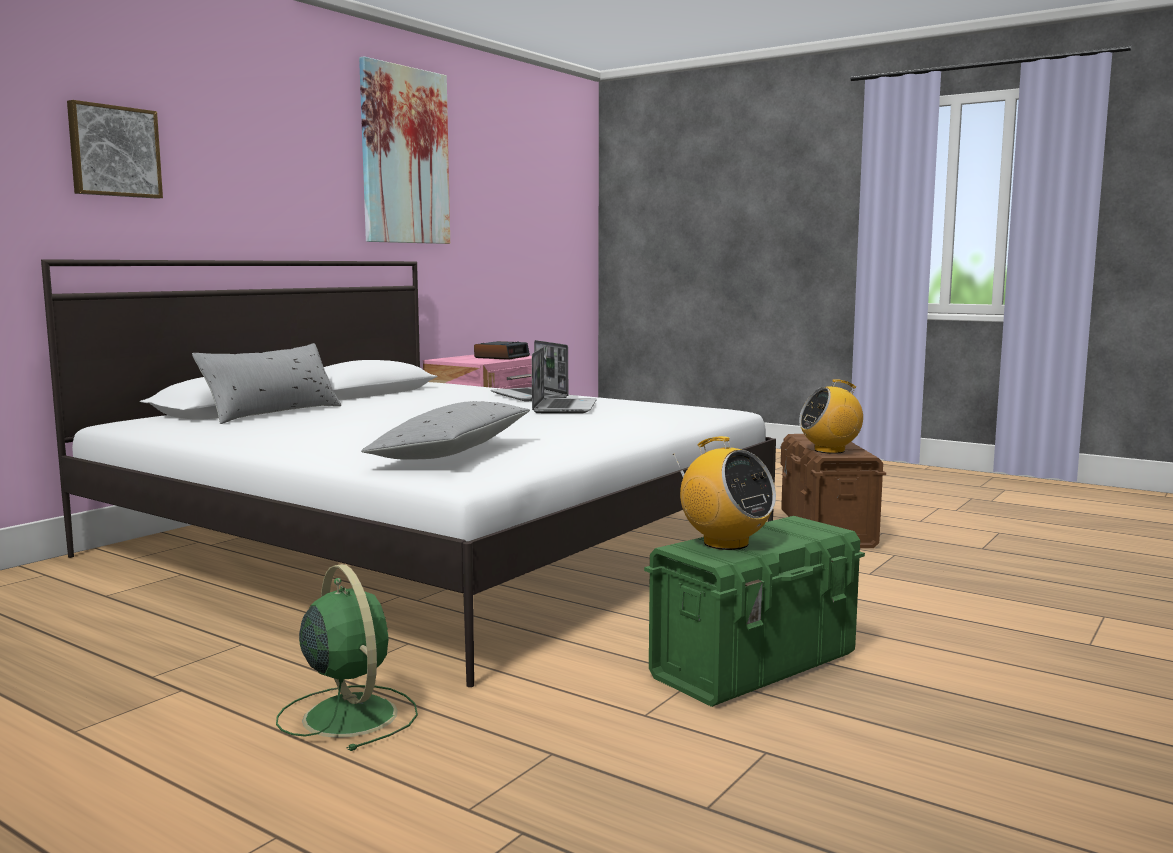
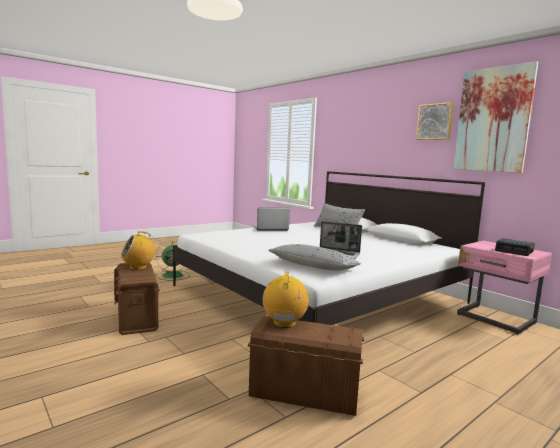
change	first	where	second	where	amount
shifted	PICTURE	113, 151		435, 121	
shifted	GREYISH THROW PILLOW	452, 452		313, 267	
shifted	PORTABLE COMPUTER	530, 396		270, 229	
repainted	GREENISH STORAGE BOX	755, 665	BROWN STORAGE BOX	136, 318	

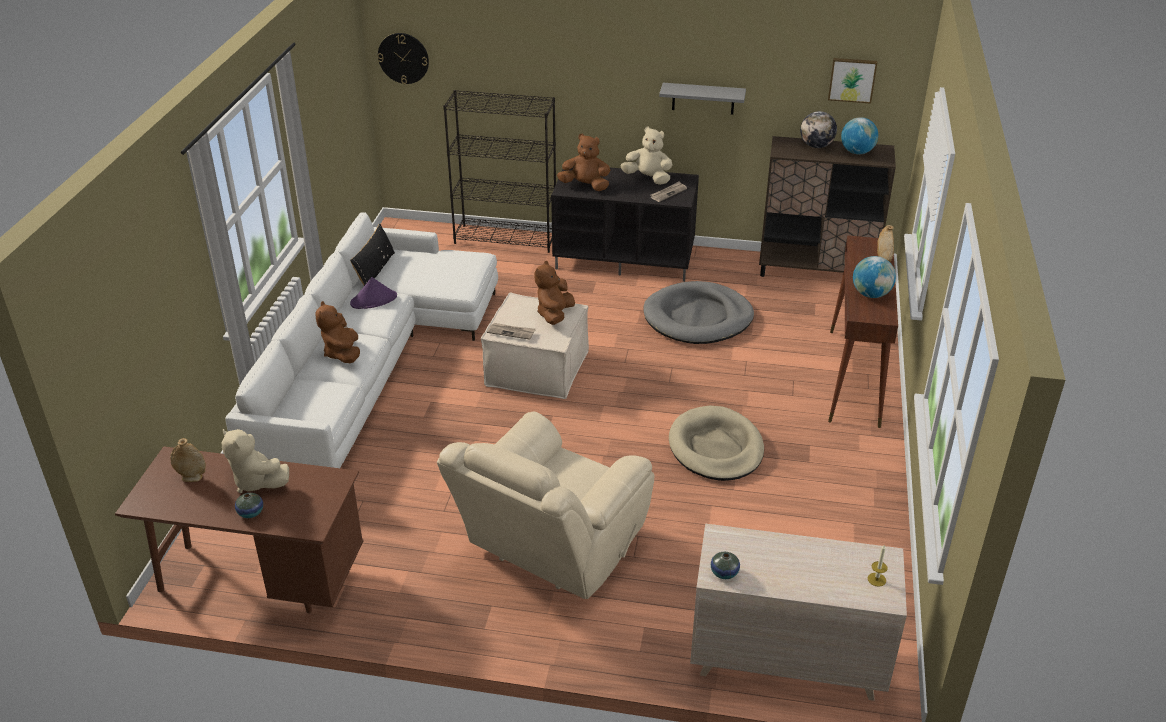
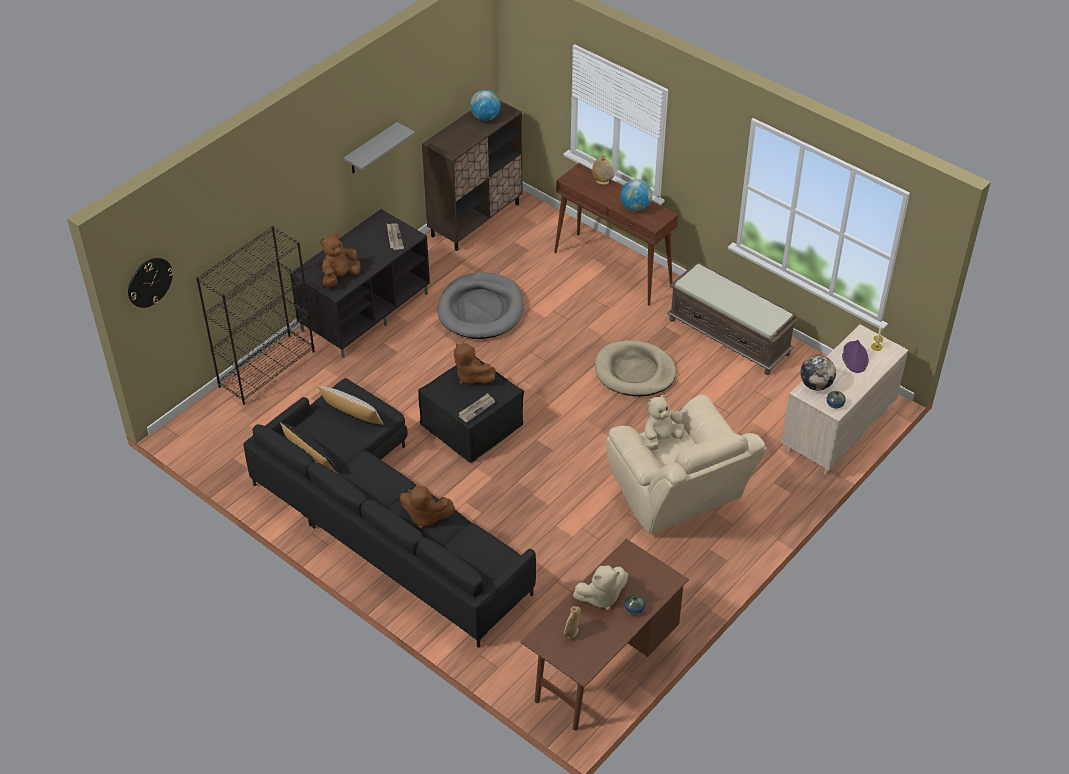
change	first	where	second	where	amount
repainted	WHITE-COLOURED COUCH	371, 364	BLACKISH COUCH	385, 521	
shifted	PURPLISH CLOTHING HAT	374, 300		854, 357	
repainted	BEIGE FOOTREST	537, 368	BLACKISH FOOTREST	471, 424	
shifted	BEIGE PLUSH TOY	648, 178		660, 439	
shifted	WORLD GLOBE	816, 146		815, 385	
gone	PICTURE	852, 79			
new			BEIGE THROW PILLOW	351, 415	
new			BROWN BENCH	730, 336	

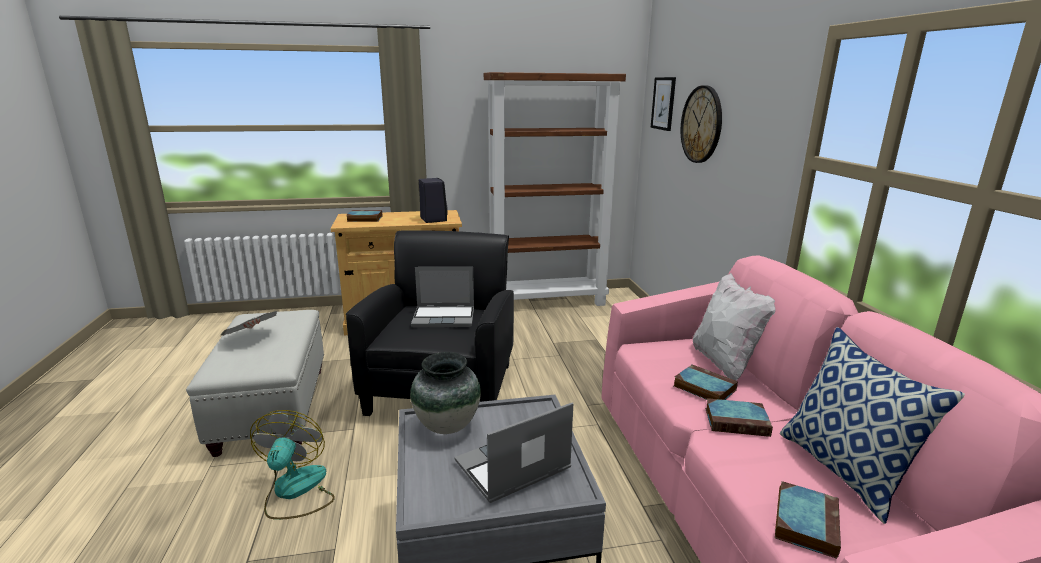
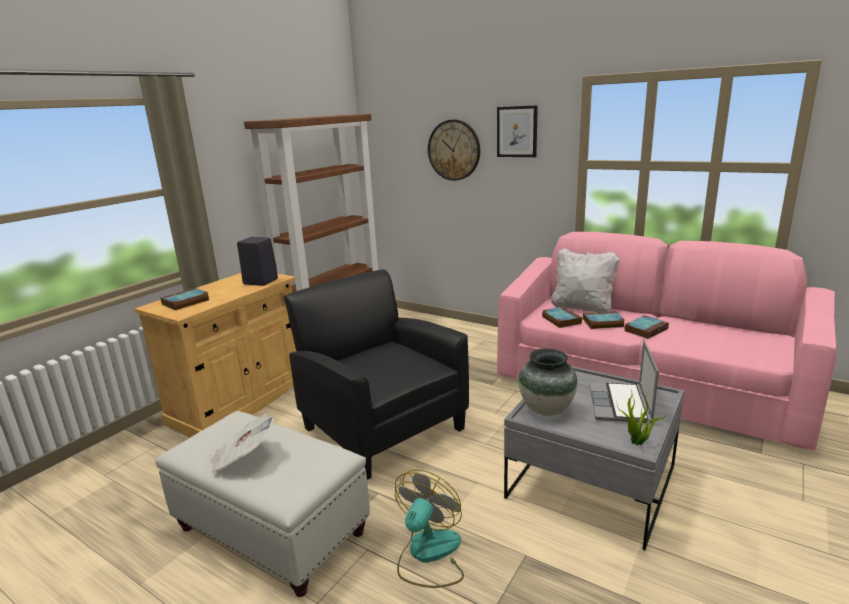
change	first	where	second	where	amount
rotated	FAN	295, 491		428, 555	75 degrees clockwise
gone	PORTABLE COMPUTER	444, 317			
shifted	PICTURE	663, 103		517, 131	
shifted	BOUND BOOK	805, 522		560, 320	
gone	THROW PILLOW	844, 471			
new			PLANT IN A POT	637, 443	

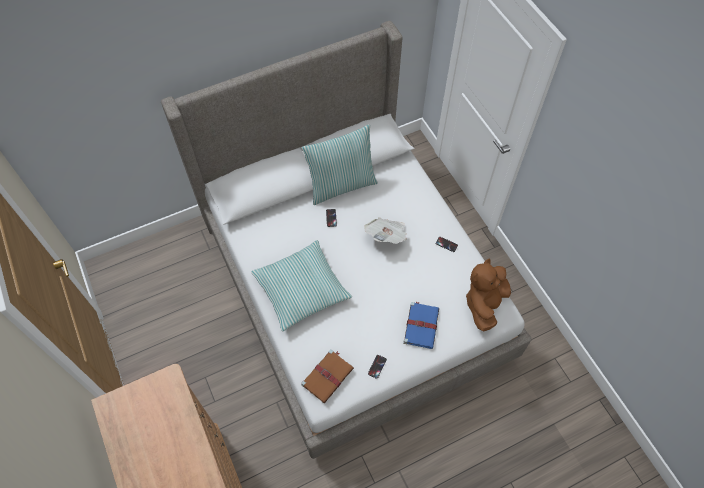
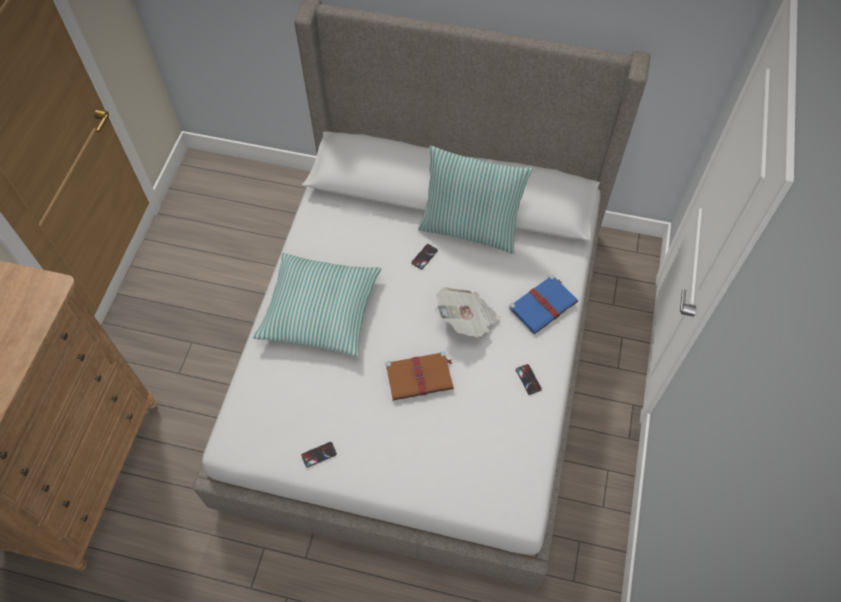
change	first	where	second	where	amount
shifted	BROWN BOUND BOOK	328, 376		420, 377	
shifted	BLUE BOUND BOOK	421, 325		543, 305	
gone	BROWN PLUSH TOY	484, 304			

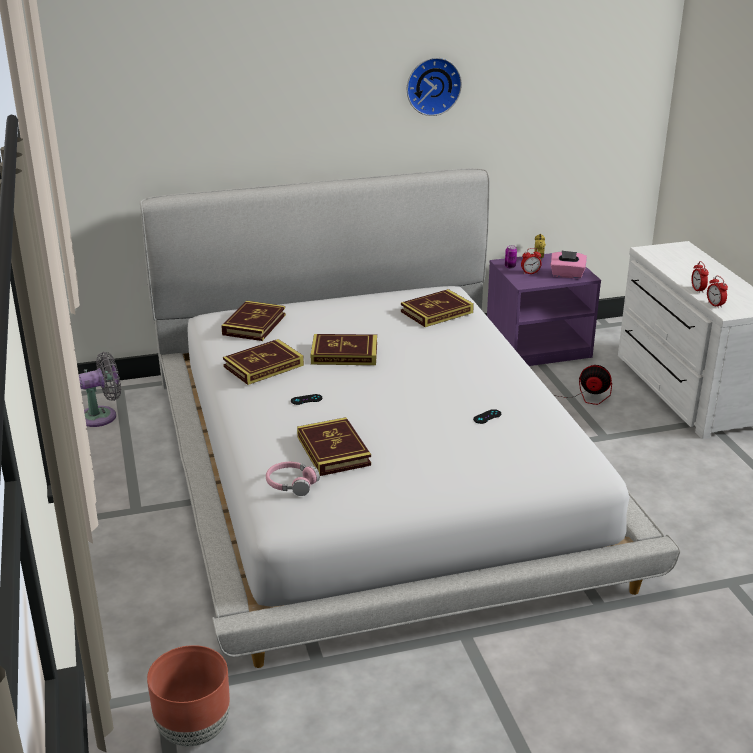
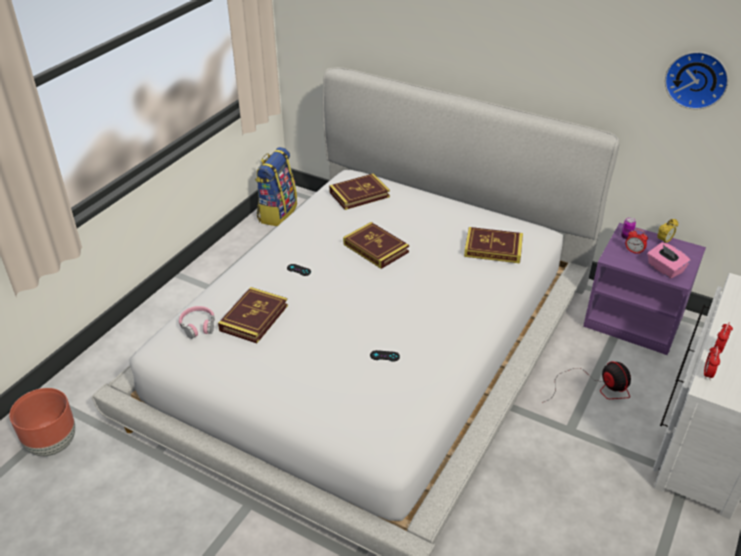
change	first	where	second	where	amount
swapped	GREYISH FAN	102, 416	BACKPACK	277, 213	
gone	BOUND BOOK	263, 366			
shifted	WALL CLOCK	432, 85		697, 79	

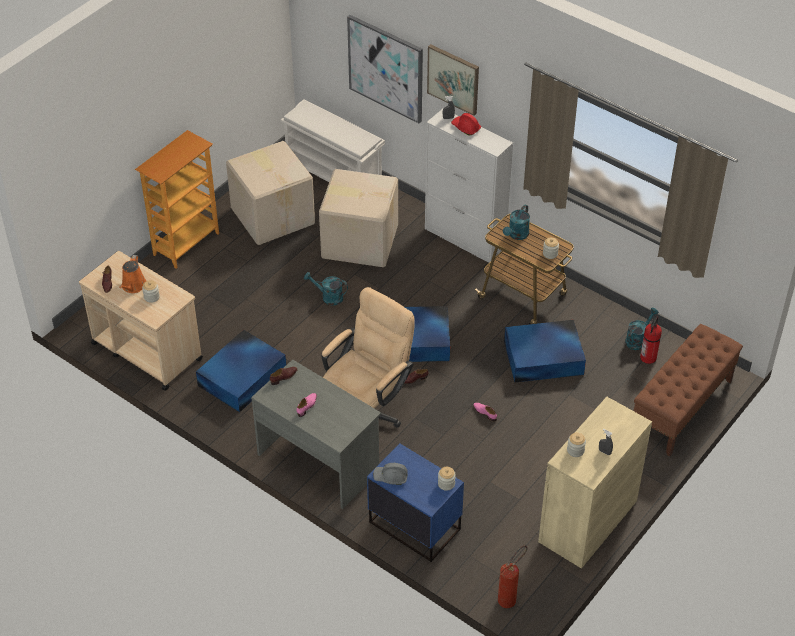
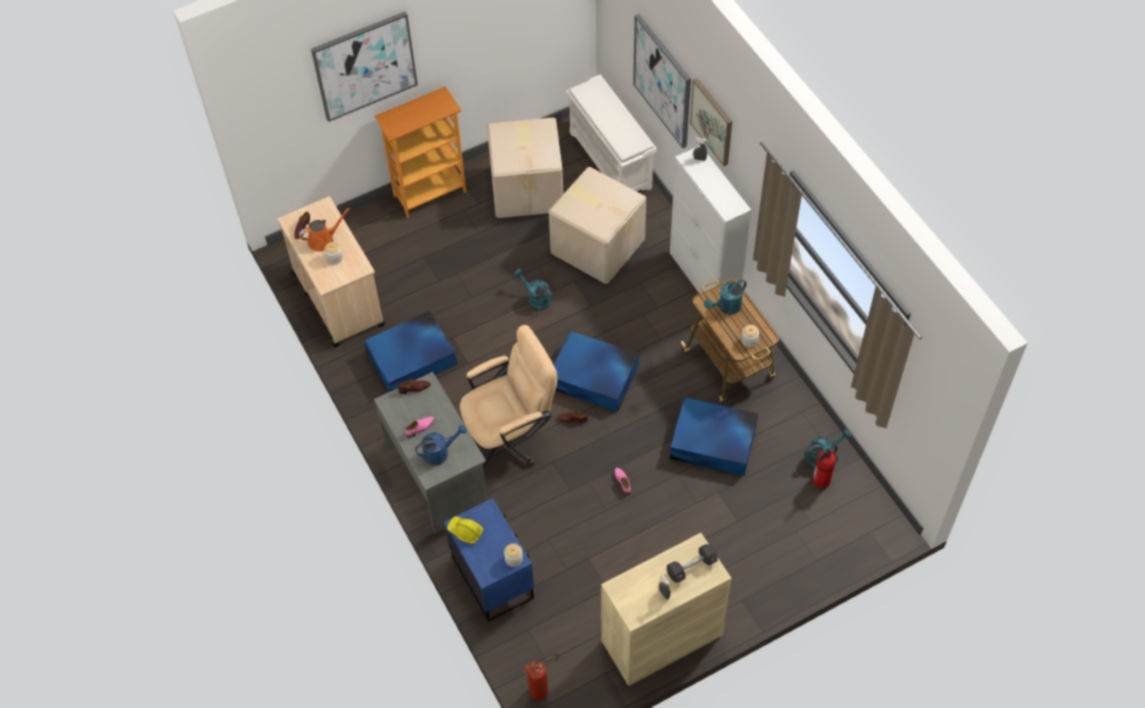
change	first	where	second	where	amount
rotated	ORANGEY WATERING CAN	133, 286		323, 240	150 degrees counterclockwise
repainted	GREYISH SAFETY HELMET	390, 477	YELLOW SAFETY HELMET	465, 531	
gone	RED-COLOURED SAFETY HELMET	465, 128			
gone	PRESERVE JAR	575, 450			
gone	BROWN BENCH	681, 408			
new			PICTURE	365, 66	
new			BLUE WATERING CAN	440, 453	
new			BLACKISH HAND WEIGHT	691, 567	

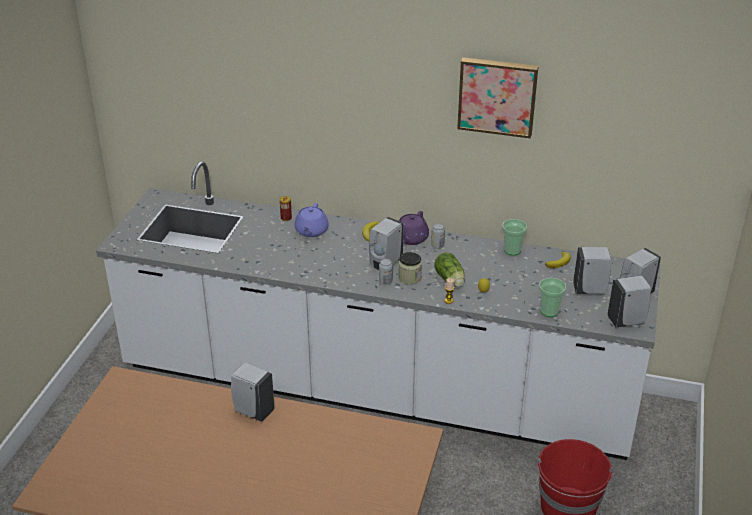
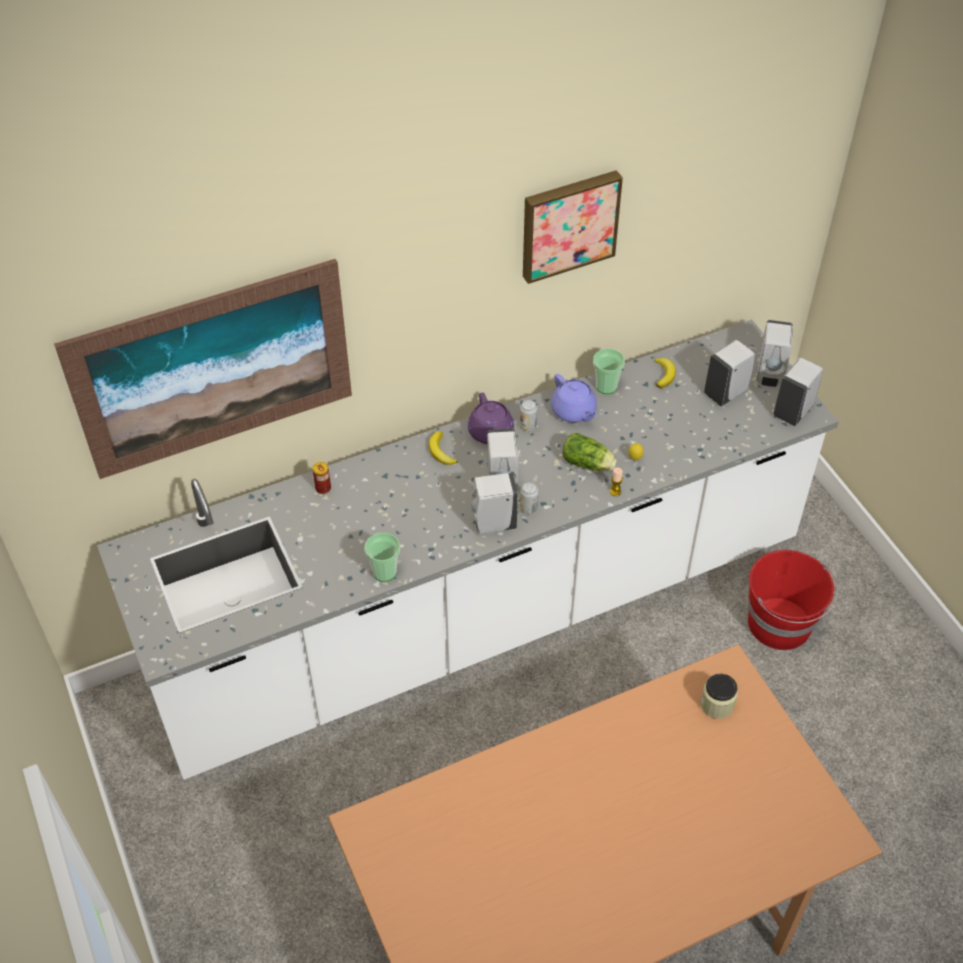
change	first	where	second	where	amount
shifted	WHITE-COLOURED SOAP DISPENSER	253, 411		492, 524	
shifted	PURPLISH TEAPOT	311, 231		574, 411	
shifted	PRESERVE JAR	409, 278		717, 704	
shifted	DRINKING CUP	549, 311		384, 572	
new			PICTURE	213, 369	

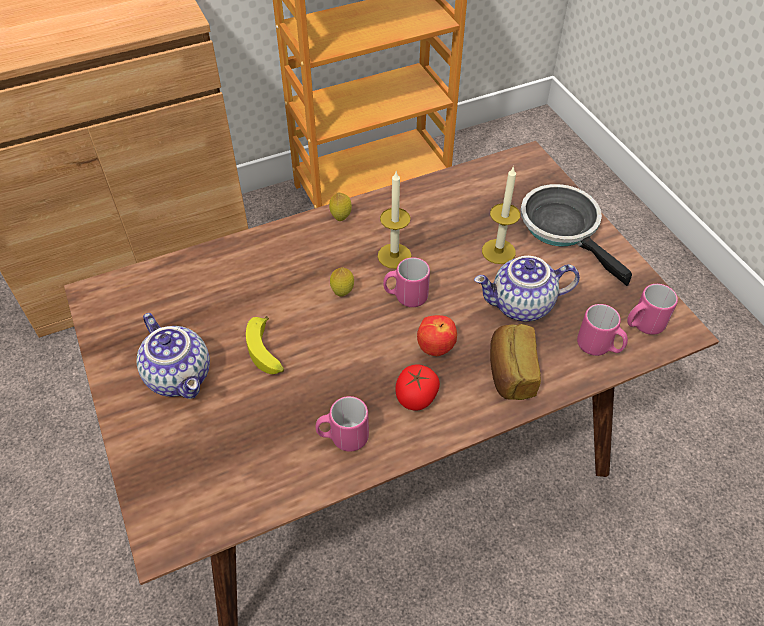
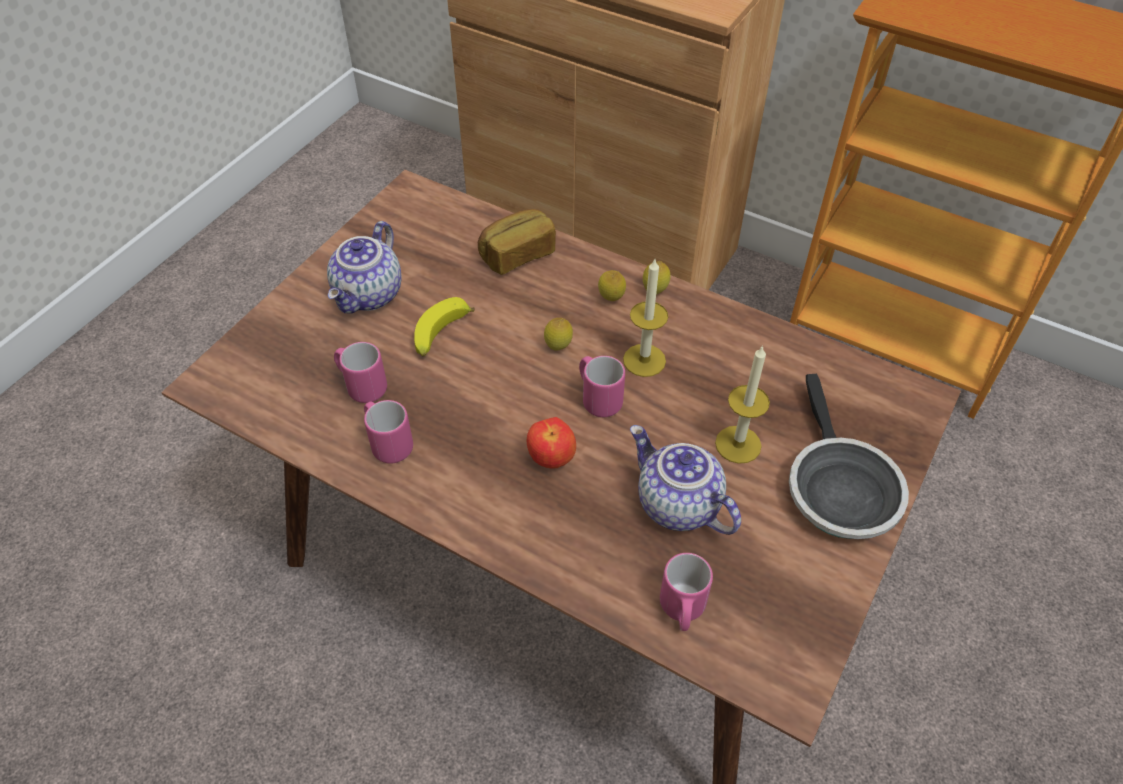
change	first	where	second	where	amount
gone	FRESH TOMATO	416, 397			
shifted	BAKERY BREAD	510, 372		517, 254	
rotated	SKILLET	563, 228		838, 489	150 degrees clockwise
shifted	PINKISH COFFEE MUG	642, 325		362, 386	
new			WHOLE LEMON	611, 299	

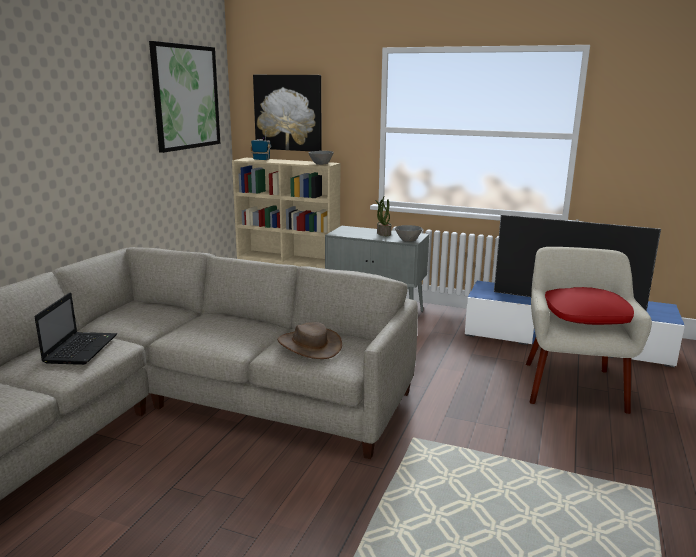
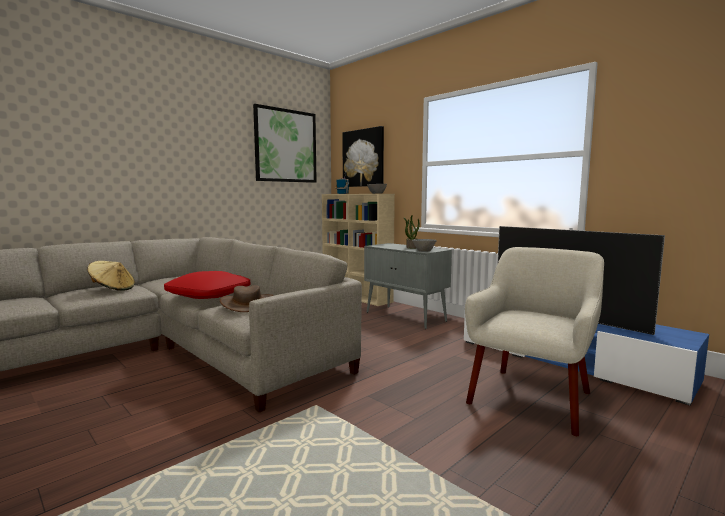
change	first	where	second	where	amount
swapped	PORTABLE COMPUTER	81, 348	BEIGE CLOTHING HAT	112, 289	
shifted	RED-COLOURED THROW PILLOW	587, 316		209, 294	

